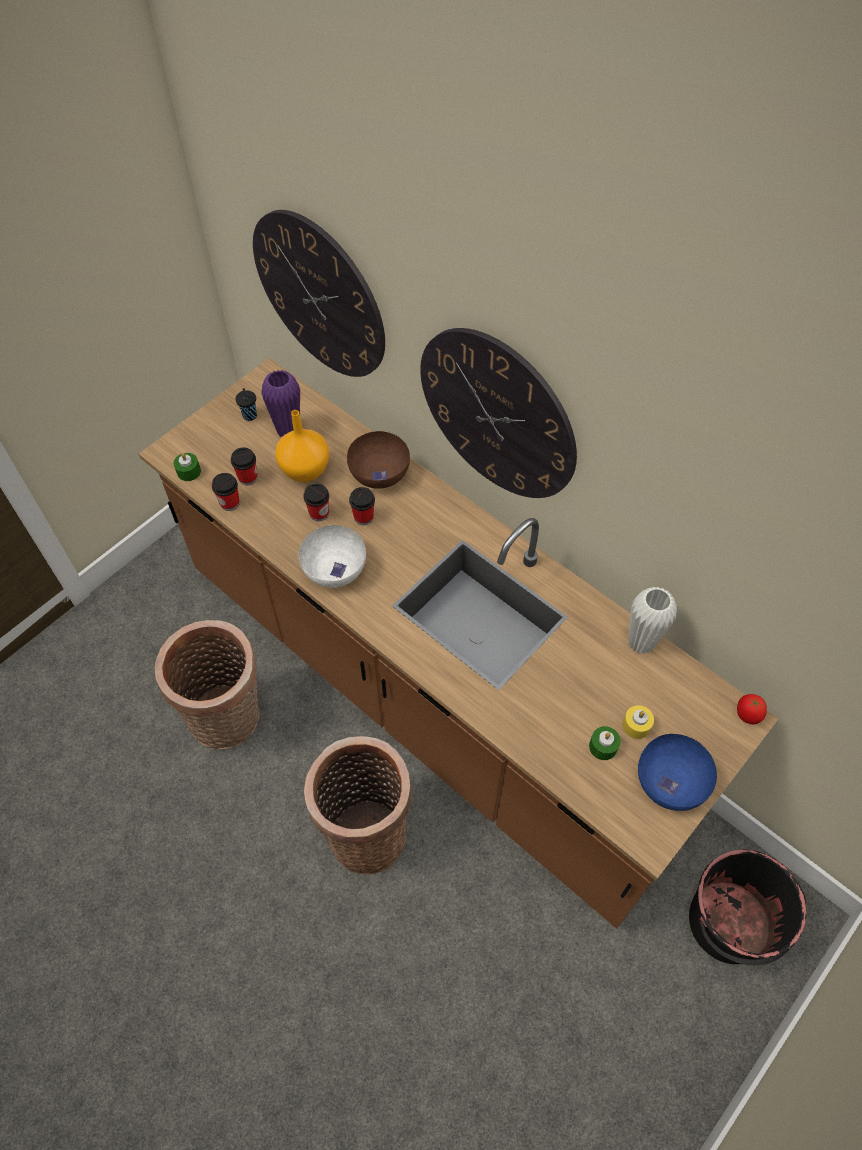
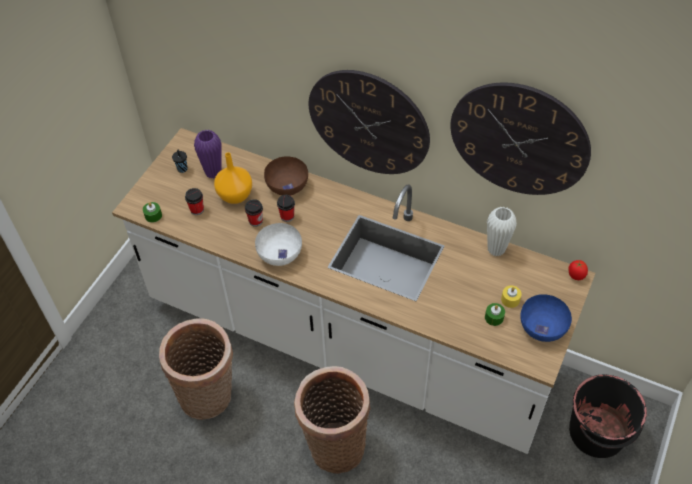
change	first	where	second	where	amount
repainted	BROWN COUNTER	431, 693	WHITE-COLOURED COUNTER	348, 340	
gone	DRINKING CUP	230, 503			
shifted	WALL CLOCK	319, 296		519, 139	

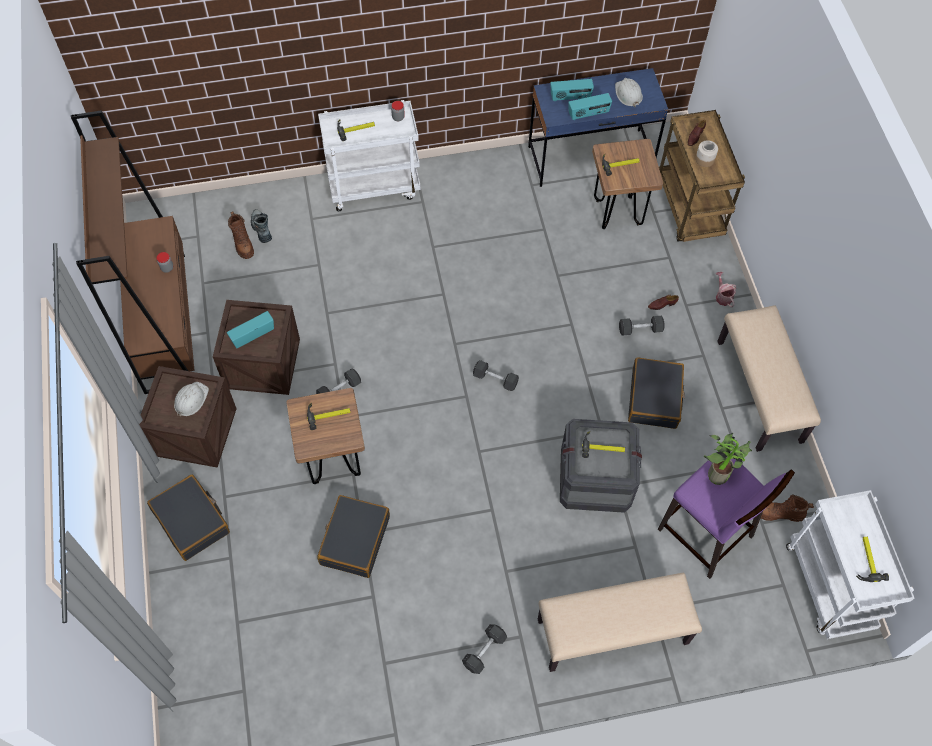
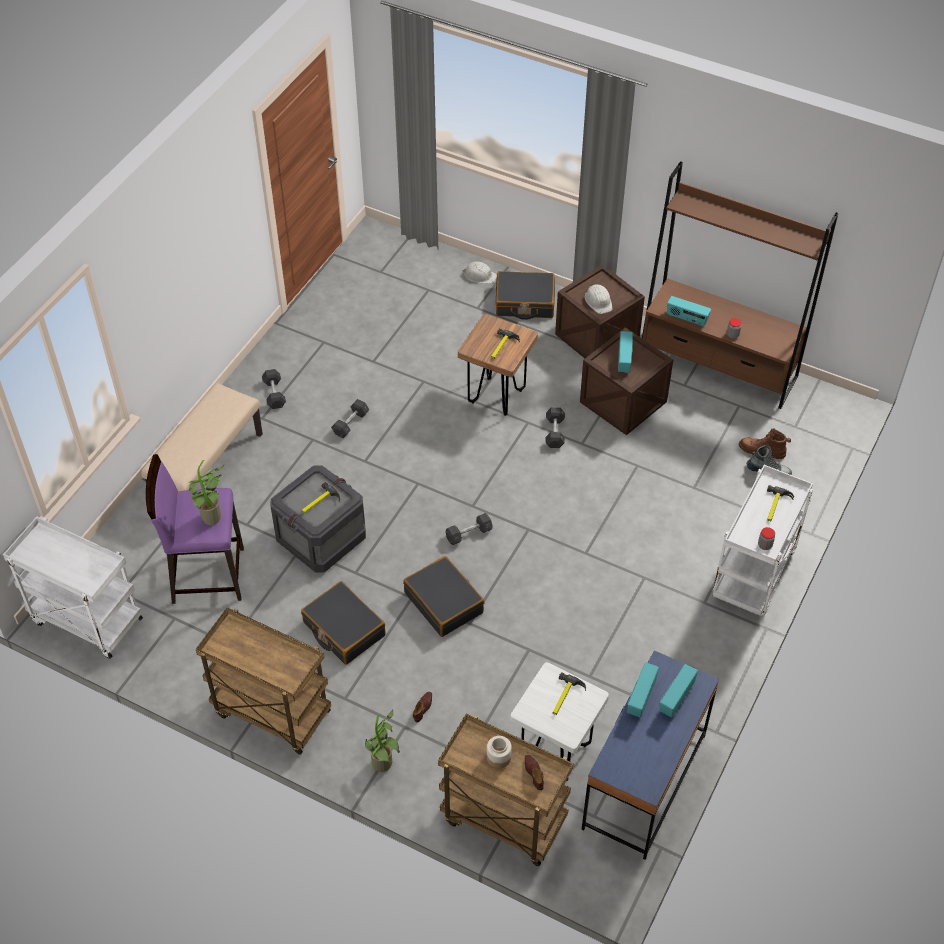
change	first	where	second	where	amount
shifted	BLACKISH TRAVEL CASE	354, 540		444, 602	
repainted	BROWN STOOL	617, 213	WHITE-COLOURED STOOL	555, 752	
shifted	WHITE-COLOURED SAFETY HELMET	628, 94		479, 275	
shifted	GREYISH HAND WEIGHT	640, 329		350, 423	
swapped	WATERING CAN	722, 296	PLANT IN A POT	384, 765	
swapped	BEIGE BENCH	760, 391	BROWN WHEELED CART	270, 713	
gone	BROWN HIGH-TOP BOOT	779, 513			
gone	HAND HAMMER	867, 560			
new			RADIO SET	687, 319	

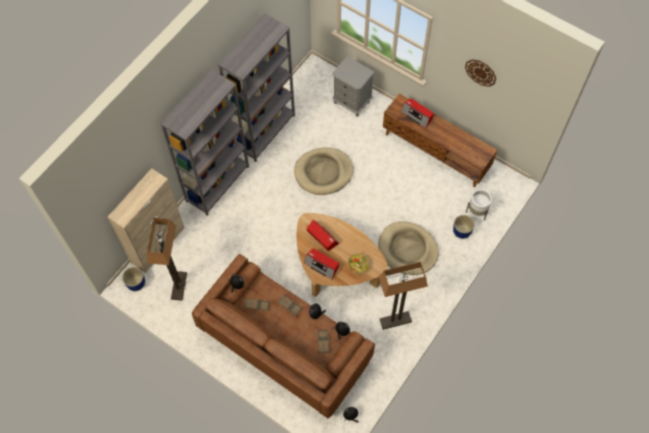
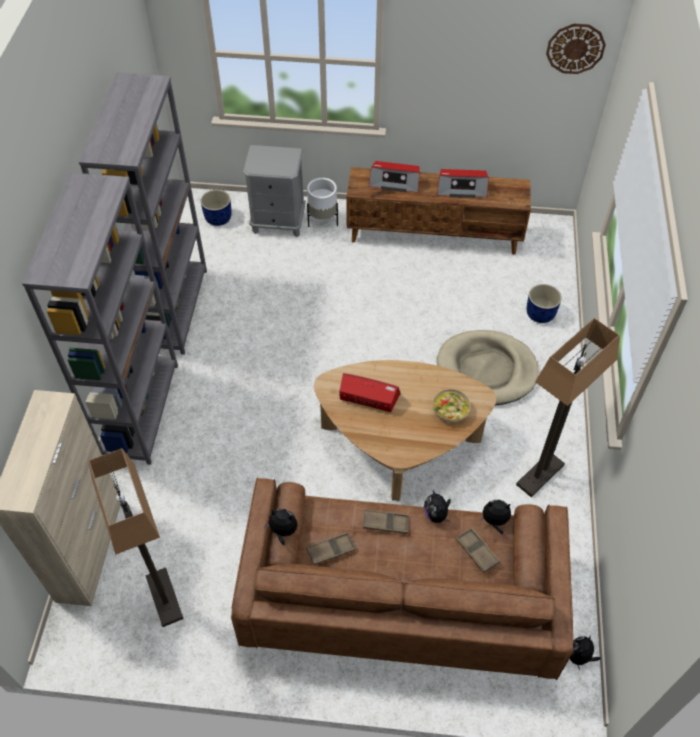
change	first	where	second	where	amount
shifted	BLUE PLANT POT	136, 283		218, 218	
gone	BEIGE DOG CUSHION	323, 172			
shifted	RADIO SET	322, 265		461, 188	
shifted	WALL CLOCK	480, 72		575, 48	
shifted	WHITE-COLOURED PLANT POT	477, 211		323, 220	

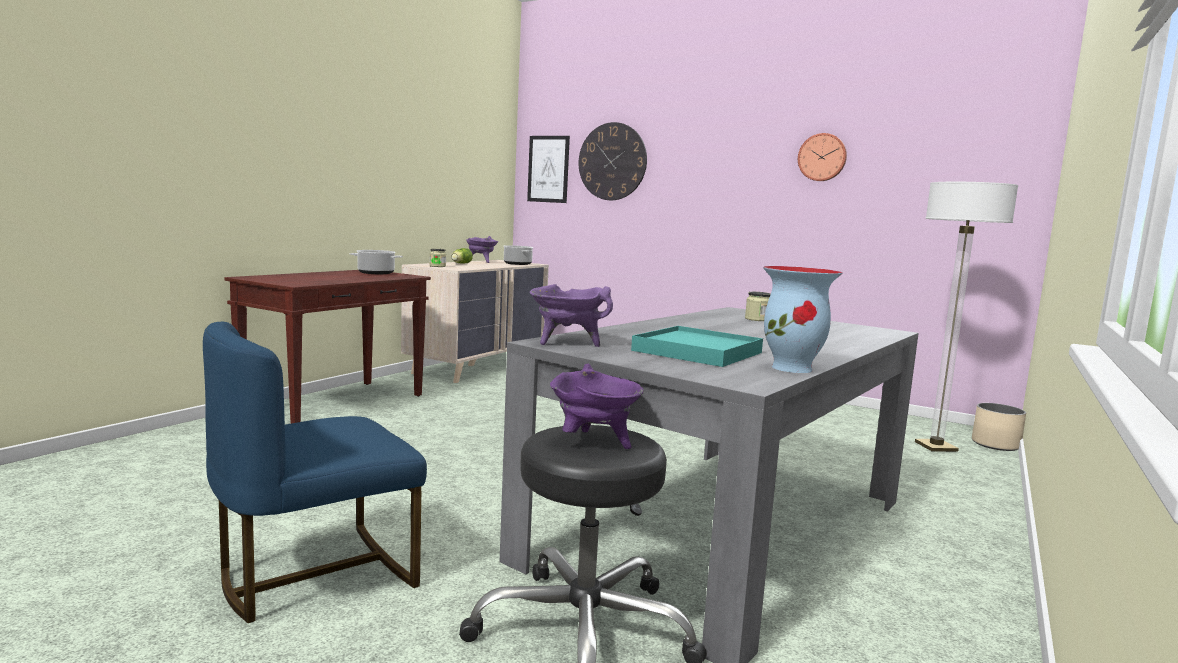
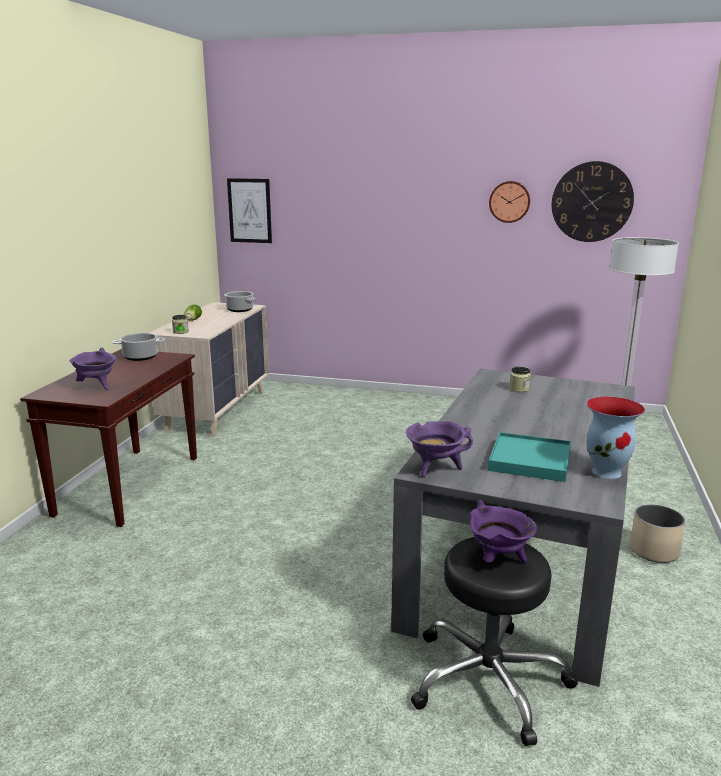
change	first	where	second	where	amount
gone	BLUE PLAIN CHAIR	314, 574			
shifted	PURPLISH SAUCEPOT	481, 262		97, 386	
shifted	WALL CLOCK	612, 161		592, 202	
shifted	BEIGE PLANT POT	996, 444		654, 551	

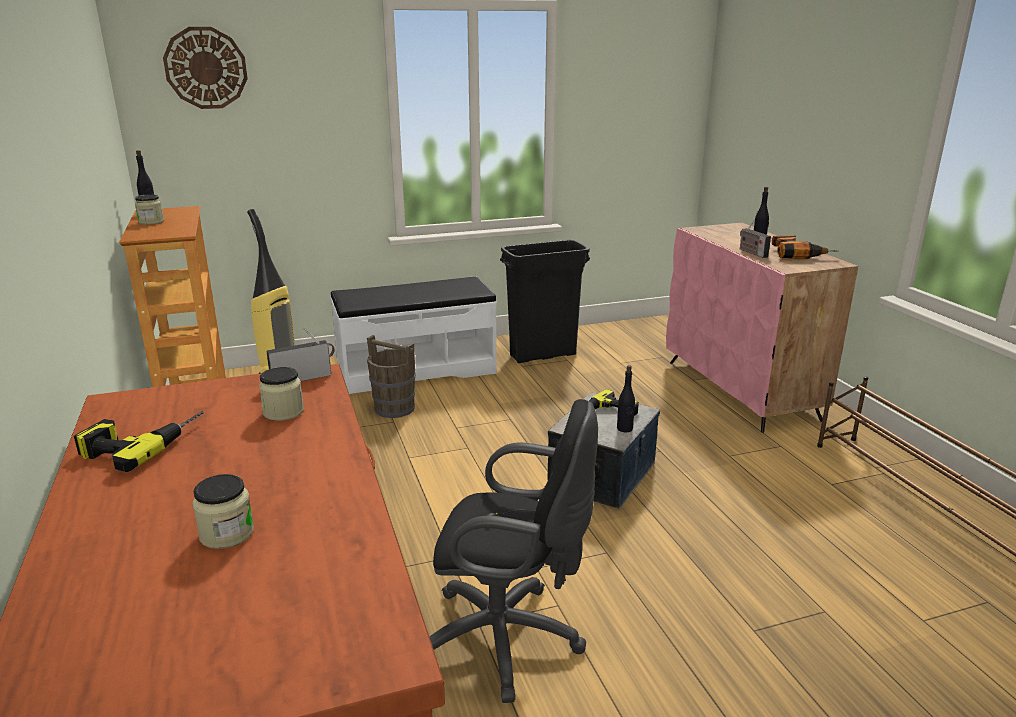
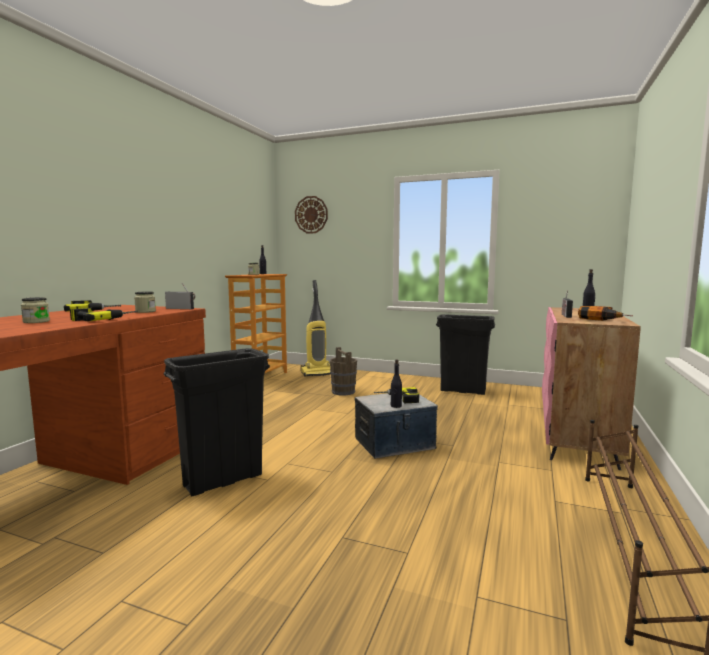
change	first	where	second	where	amount
gone	WHITE-COLOURED BENCH	416, 370			
swapped	BLACKISH COMPUTER CHAIR	509, 640	BLACKISH RUBBISH BIN	223, 481	
new			DRILL	103, 319	

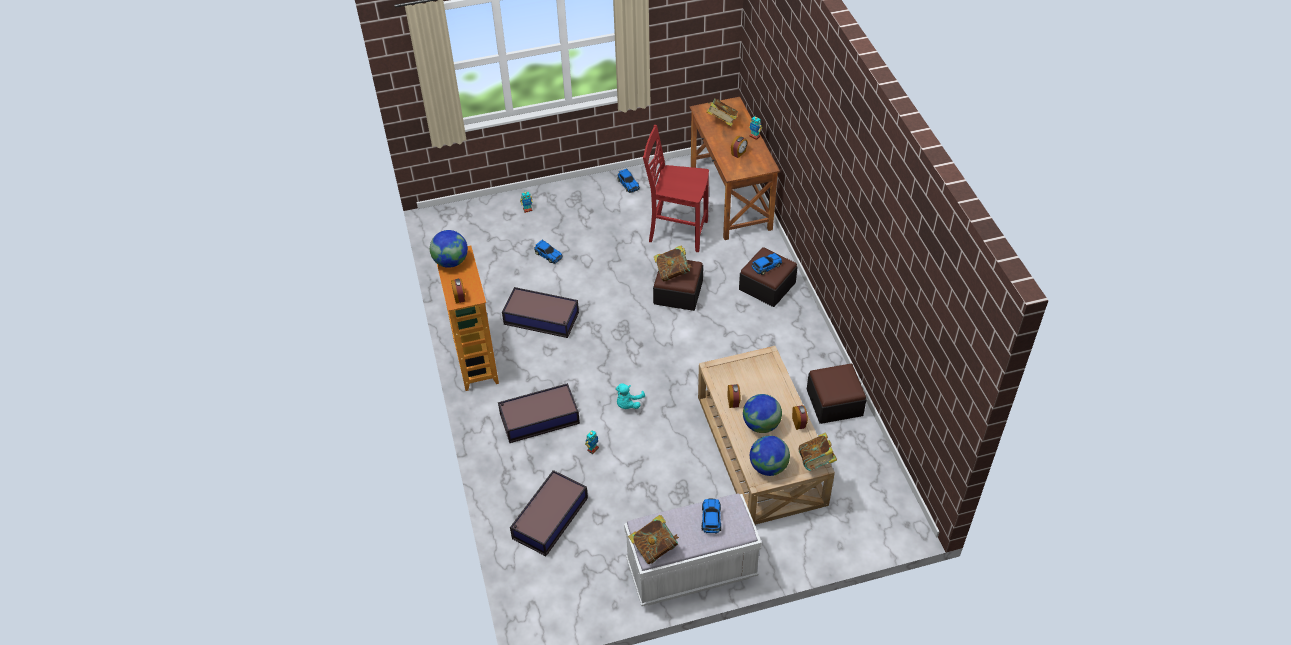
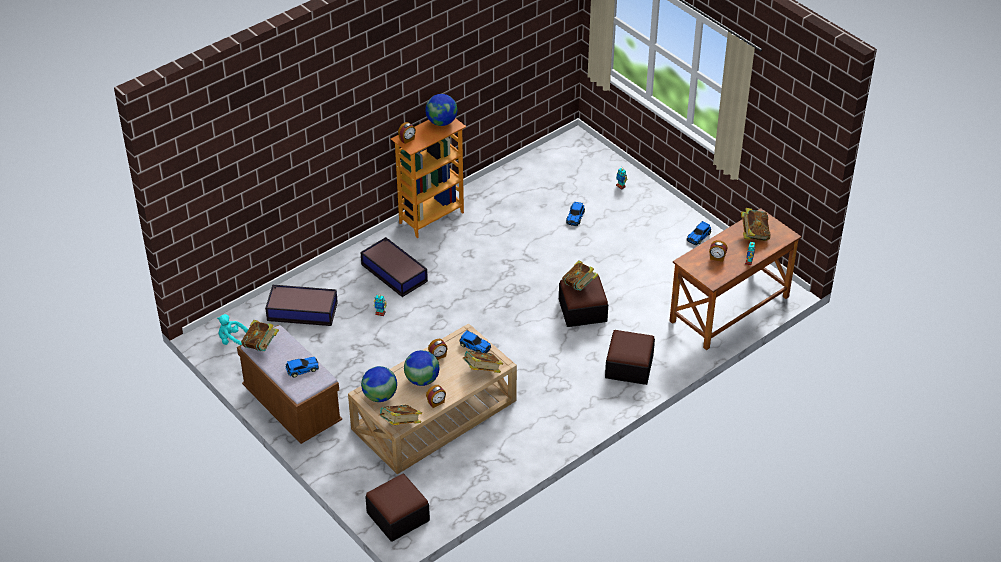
change	first	where	second	where	amount
gone	STORAGE BOX	542, 319			
shifted	BLUE-GREEN PLUSH TOY	628, 403		232, 340	
repainted	WHITE-COLOURED BENCH	691, 570	BROWN BENCH	292, 406	
gone	RED-COLOURED PLAIN CHAIR	676, 232			
shifted	TOY CAR	766, 266		474, 345	
shifted	FOOTREST	834, 402		398, 516	
new			BOUND BOOK	482, 371	

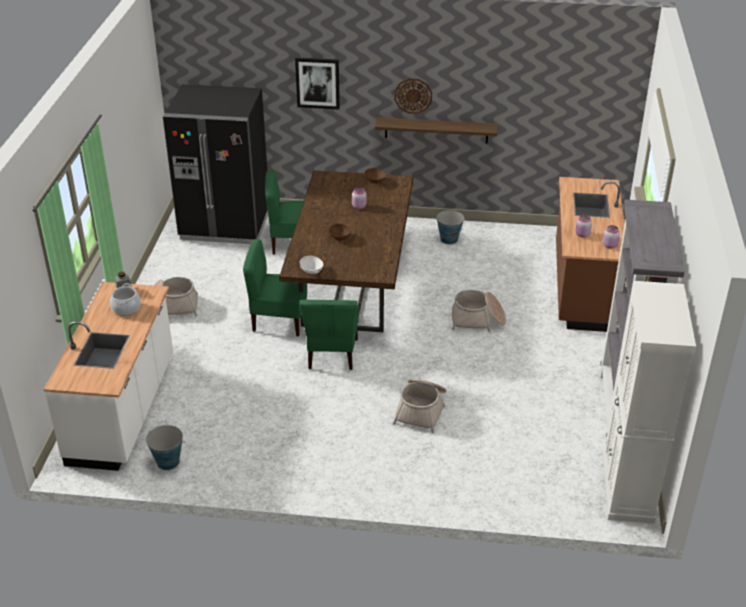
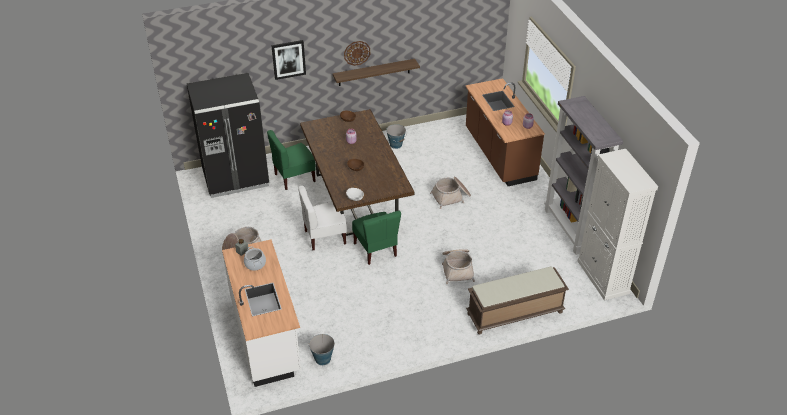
change	first	where	second	where	amount
repainted	GREENISH PLAIN CHAIR	279, 320	WHITE-COLOURED PLAIN CHAIR	324, 237	
new			BROWN BENCH	514, 314	

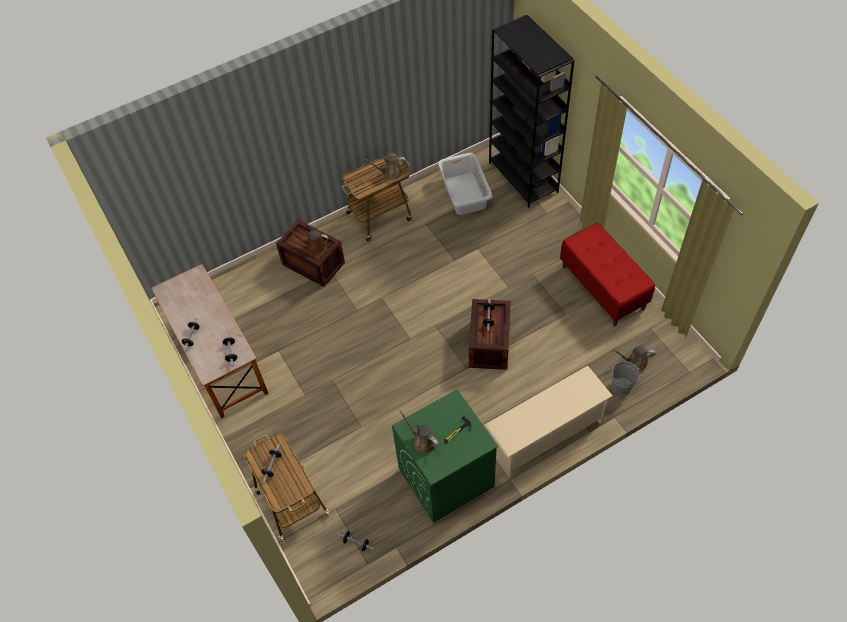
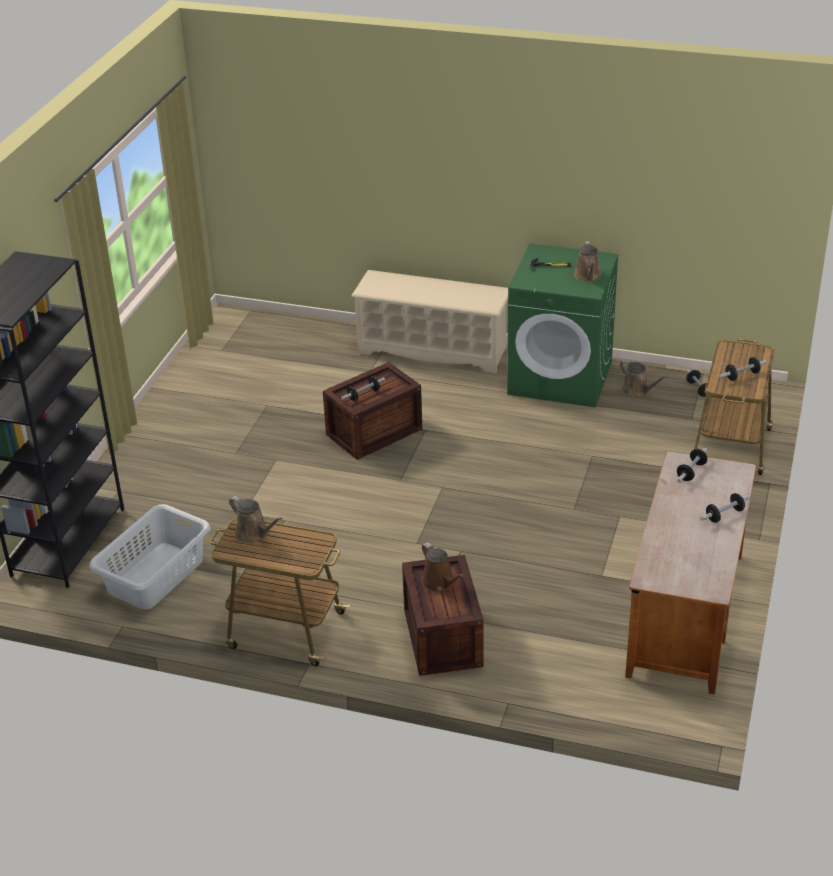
change	first	where	second	where	amount
gone	RED-COLOURED BENCH	603, 287			
gone	GREYISH BUCKET	621, 386			
shifted	BROWN WATERING CAN	635, 362		637, 391	

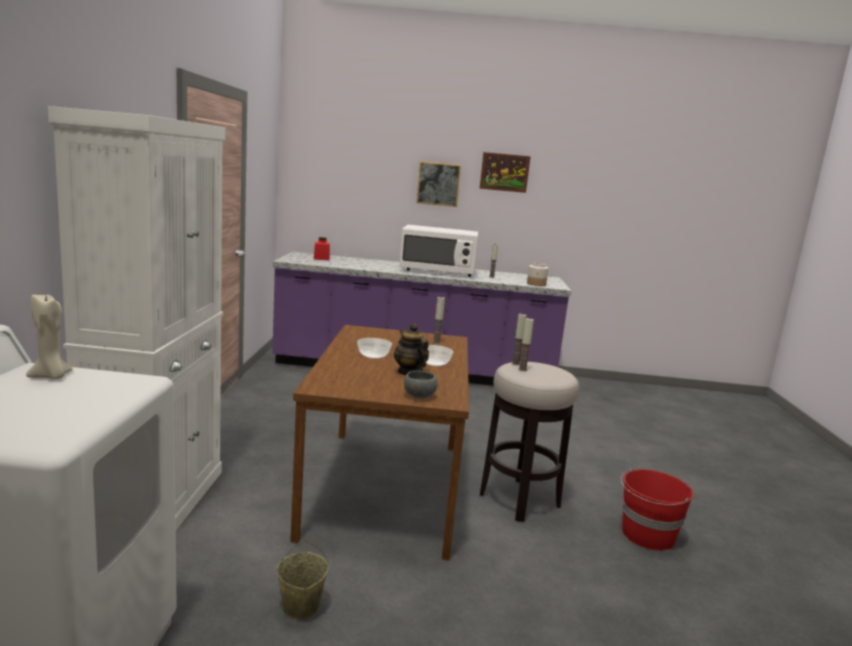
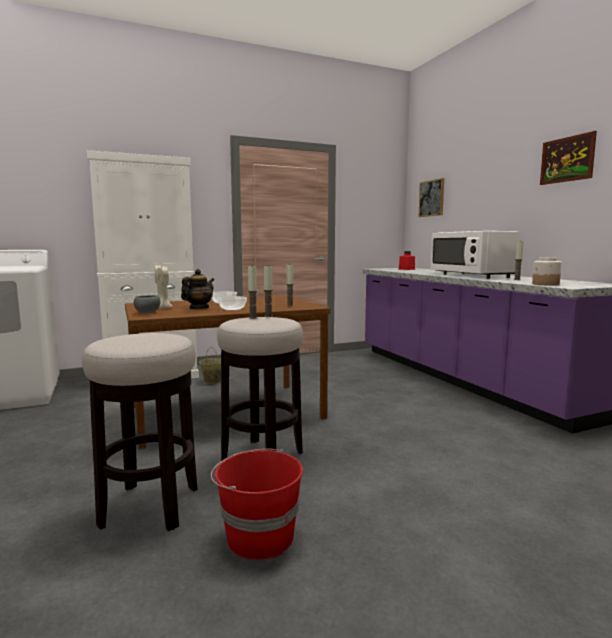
change	first	where	second	where	amount
shifted	BEIGE WAX CANDLE	51, 376		163, 308	
shifted	BEIGE BUCKET	300, 607		212, 381	
shifted	PICTURE	438, 184		431, 198	
new			STOOL	150, 506	

